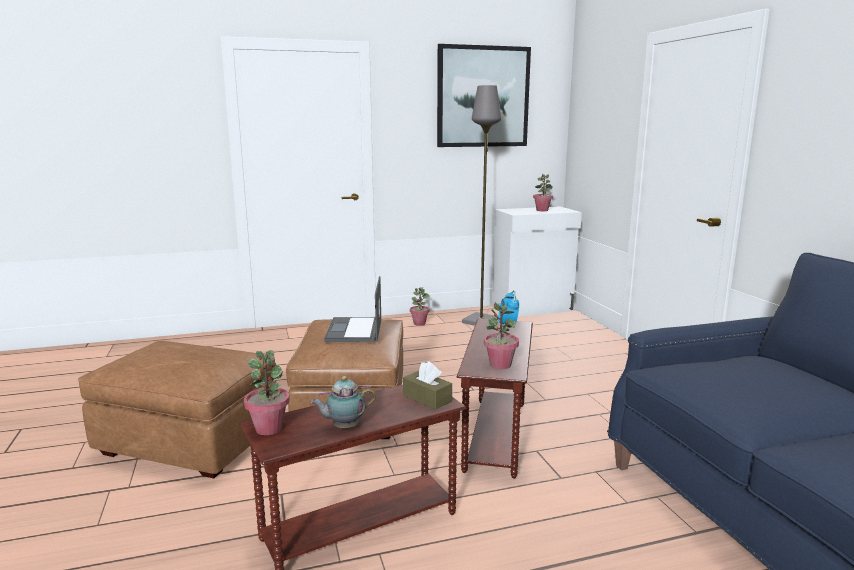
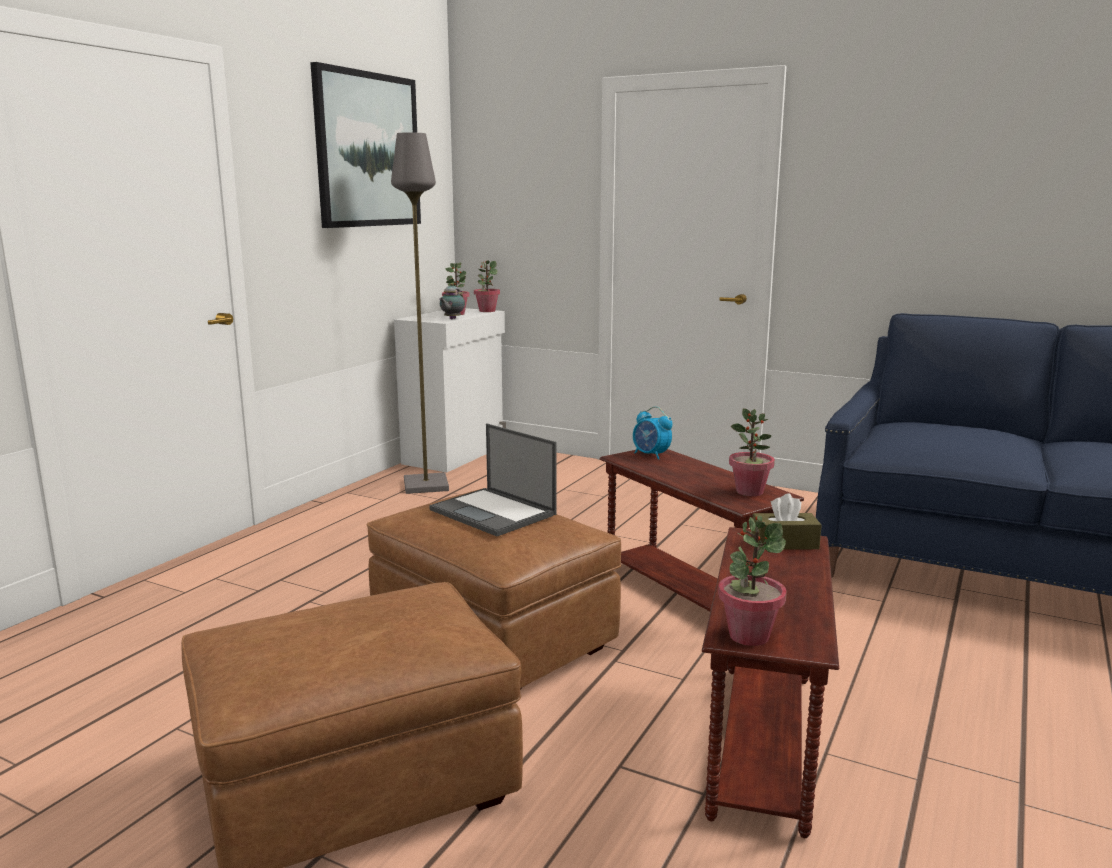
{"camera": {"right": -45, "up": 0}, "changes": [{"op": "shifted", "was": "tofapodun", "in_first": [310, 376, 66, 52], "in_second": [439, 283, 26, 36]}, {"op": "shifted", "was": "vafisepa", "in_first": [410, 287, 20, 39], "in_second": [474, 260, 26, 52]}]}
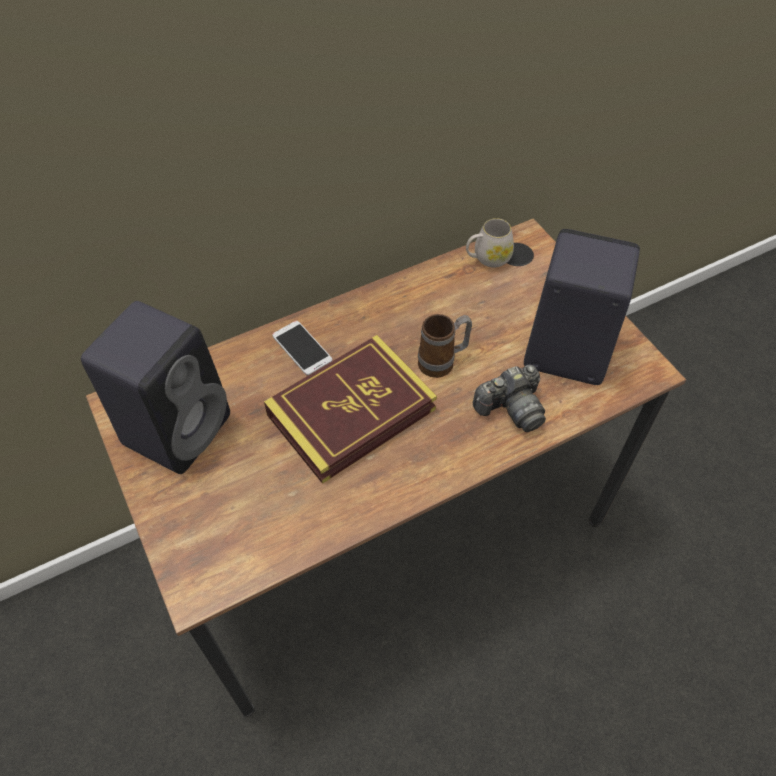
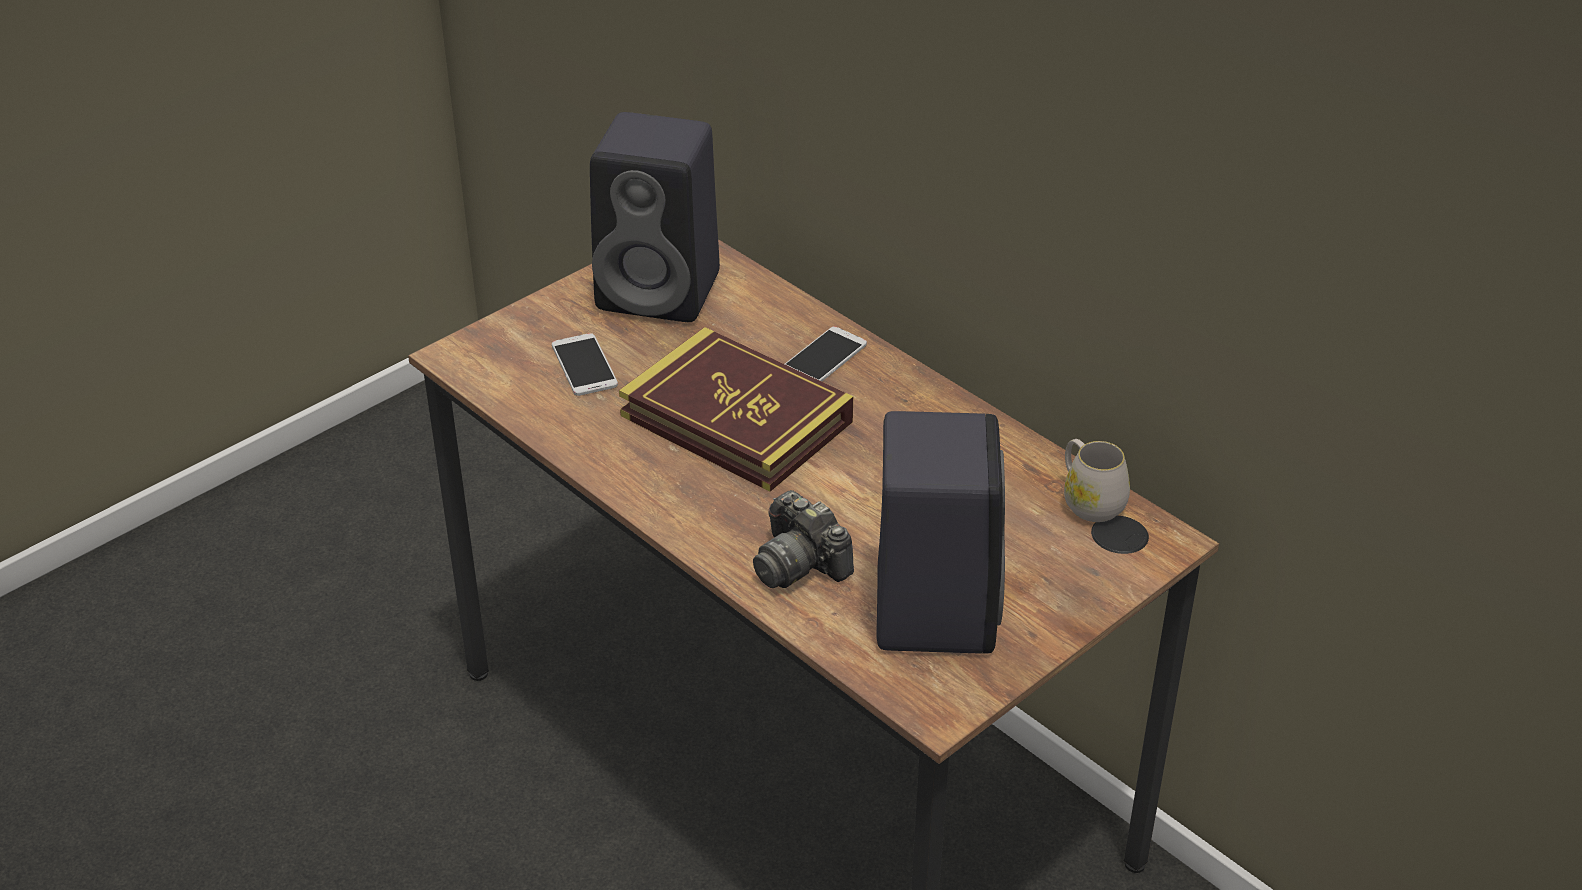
{"camera": {"right": 75, "up": -15}, "changes": [{"op": "gone", "was": "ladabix", "in_first": [418, 314, 54, 64]}, {"op": "new", "now": "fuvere", "in_second": [552, 333, 66, 63]}]}
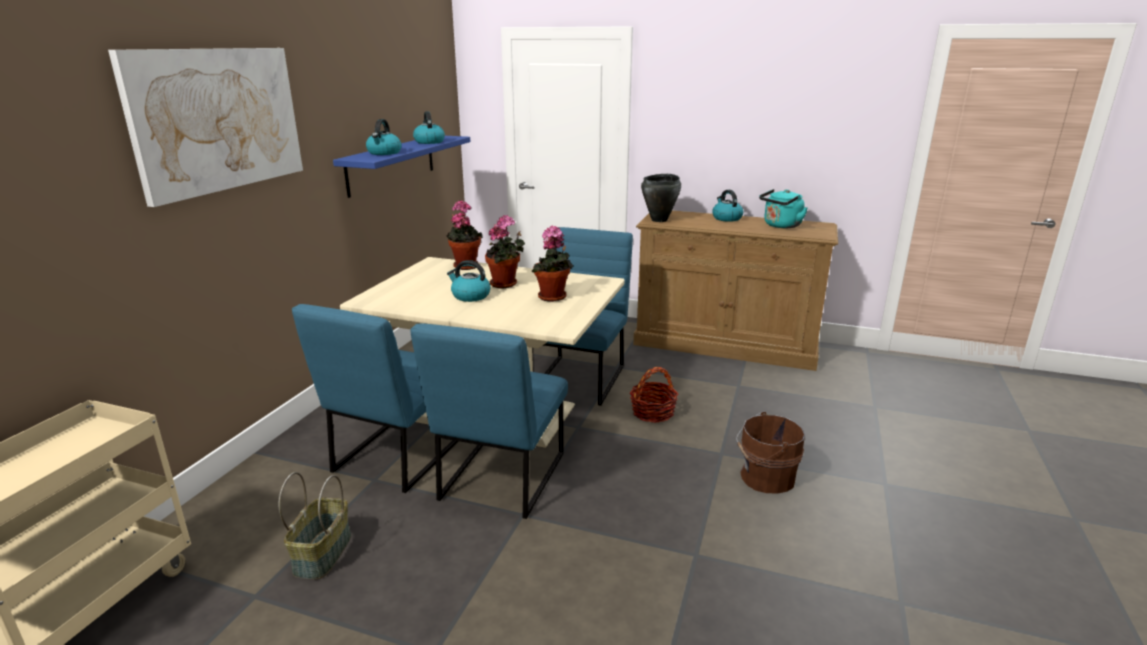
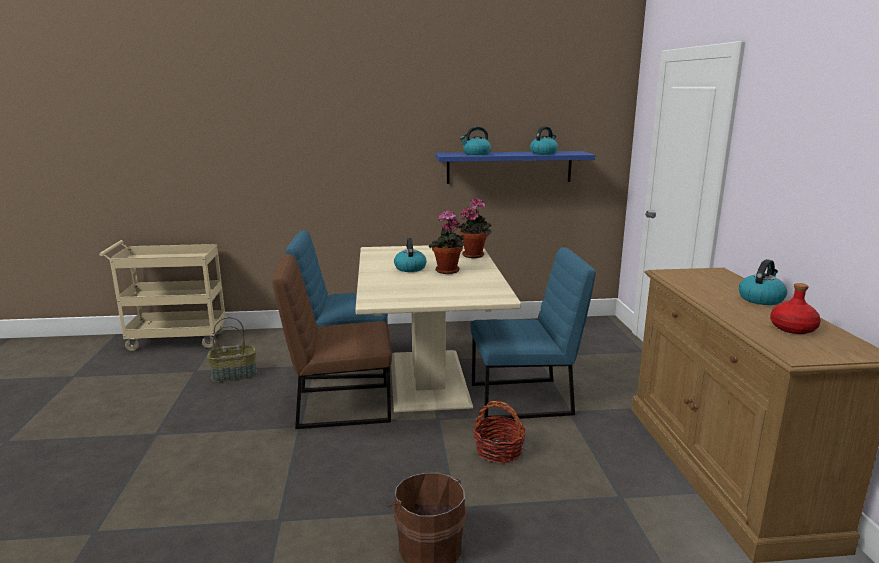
{"camera": {"right": 65, "up": -5}, "changes": [{"op": "gone", "was": "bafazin", "in_first": [108, 48, 195, 159]}, {"op": "gone", "was": "vafisepa", "in_first": [532, 225, 41, 77]}, {"op": "gone", "was": "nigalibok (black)", "in_first": [641, 174, 40, 48]}, {"op": "swapped", "was": "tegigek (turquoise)", "now": "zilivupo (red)", "in_first": [759, 189, 49, 39], "in_second": [770, 283, 51, 51]}, {"op": "repainted", "was": "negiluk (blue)", "now": "negiluk (brown)", "in_first": [410, 323, 158, 196], "in_second": [273, 254, 119, 175]}]}
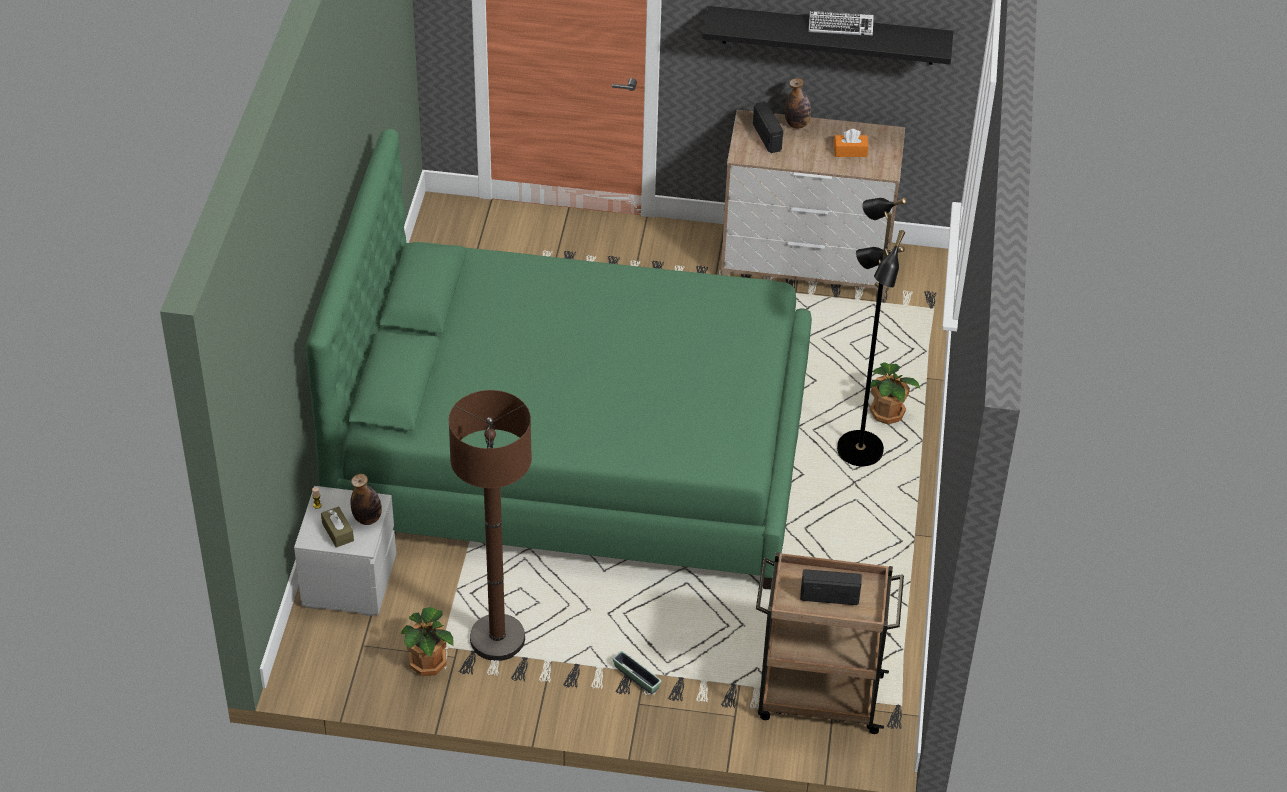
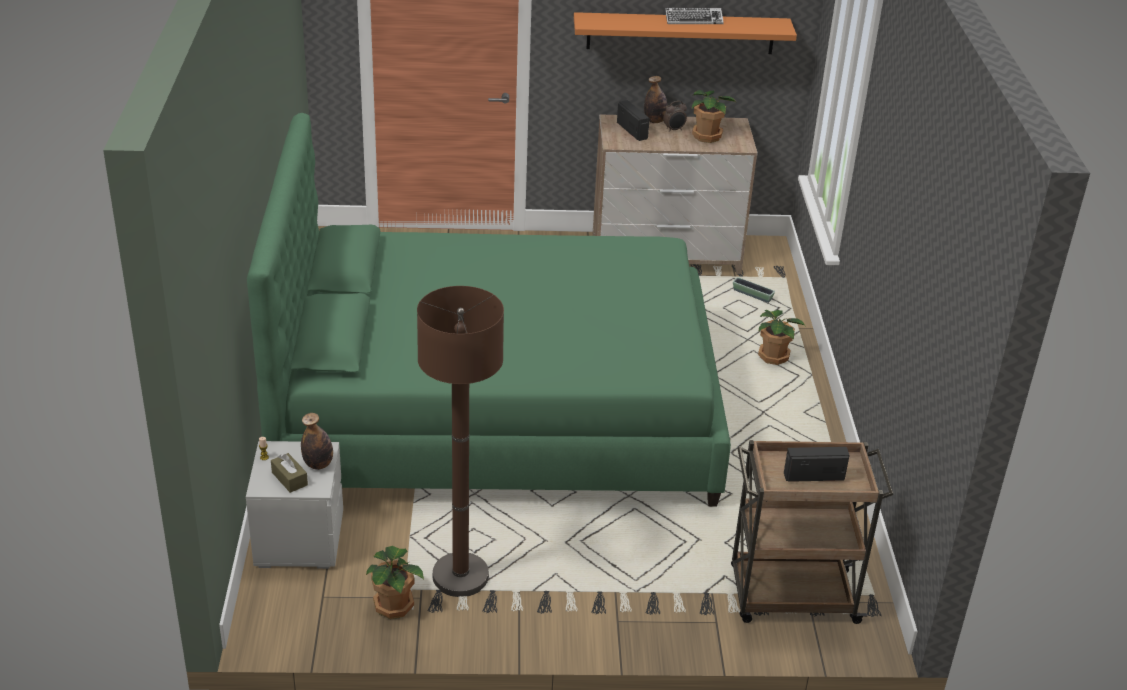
{"camera": {"right": -10, "up": -10}, "changes": [{"op": "gone", "was": "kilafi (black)", "in_first": [837, 198, 70, 268]}, {"op": "new", "now": "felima", "in_second": [663, 101, 24, 31]}, {"op": "shifted", "was": "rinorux", "in_first": [613, 651, 48, 43], "in_second": [733, 277, 42, 26]}, {"op": "swapped", "was": "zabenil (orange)", "now": "vafisepa", "in_first": [834, 129, 35, 28], "in_second": [692, 90, 45, 53]}, {"op": "repainted", "was": "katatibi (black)", "now": "katatibi (orange)", "in_first": [703, 6, 250, 59], "in_second": [574, 12, 223, 42]}]}
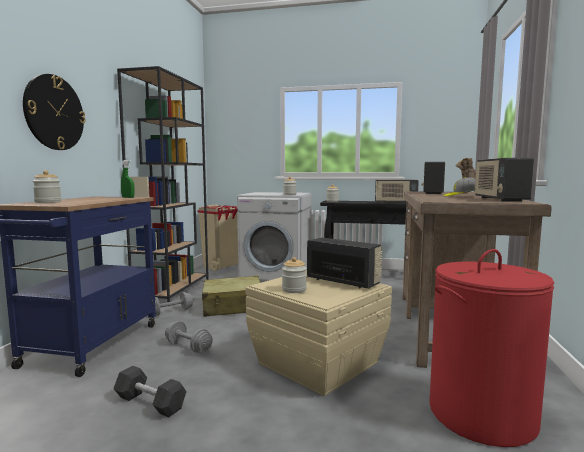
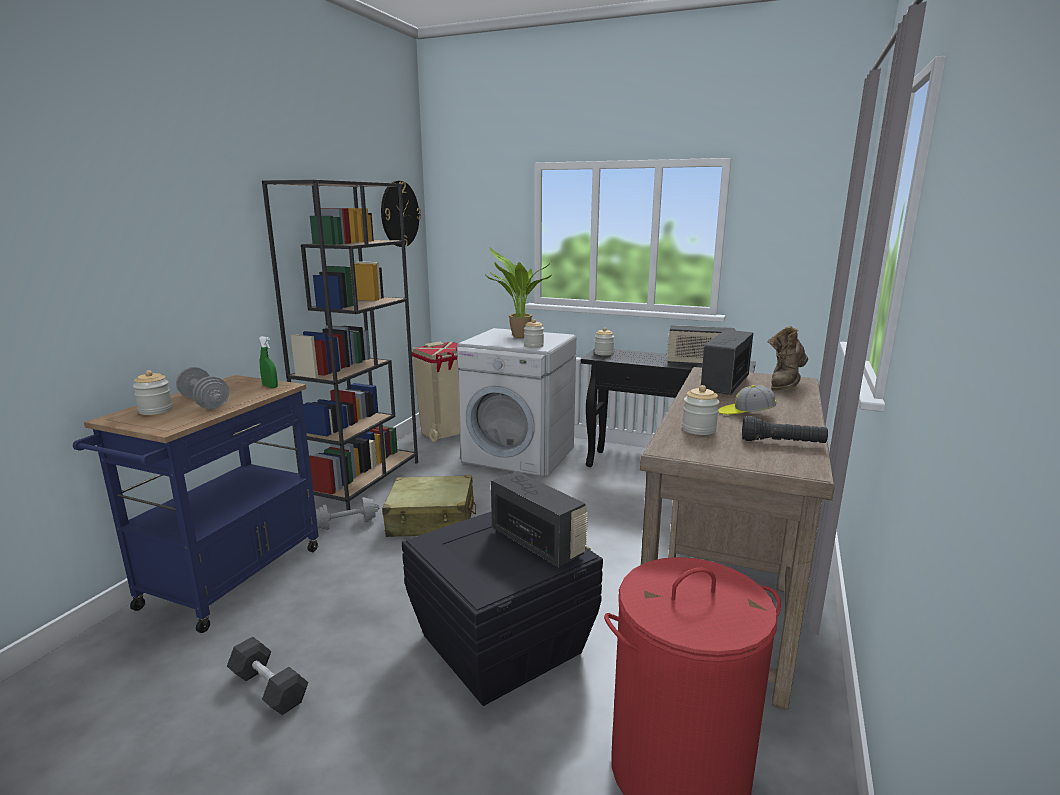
{"camera": {"right": 10, "up": 10}, "changes": [{"op": "new", "now": "vafisepa", "in_second": [485, 247, 67, 91]}, {"op": "shifted", "was": "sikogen", "in_first": [23, 74, 63, 76], "in_second": [381, 181, 40, 66]}, {"op": "shifted", "was": "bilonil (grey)", "in_first": [165, 321, 48, 32], "in_second": [176, 367, 53, 42]}, {"op": "shifted", "was": "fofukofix", "in_first": [282, 257, 25, 36], "in_second": [682, 385, 37, 50]}, {"op": "swapped", "was": "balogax", "now": "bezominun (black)", "in_first": [474, 158, 60, 44], "in_second": [742, 416, 86, 27]}, {"op": "repainted", "was": "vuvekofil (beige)", "now": "vuvekofil (black)", "in_first": [246, 271, 146, 125], "in_second": [402, 512, 201, 194]}]}
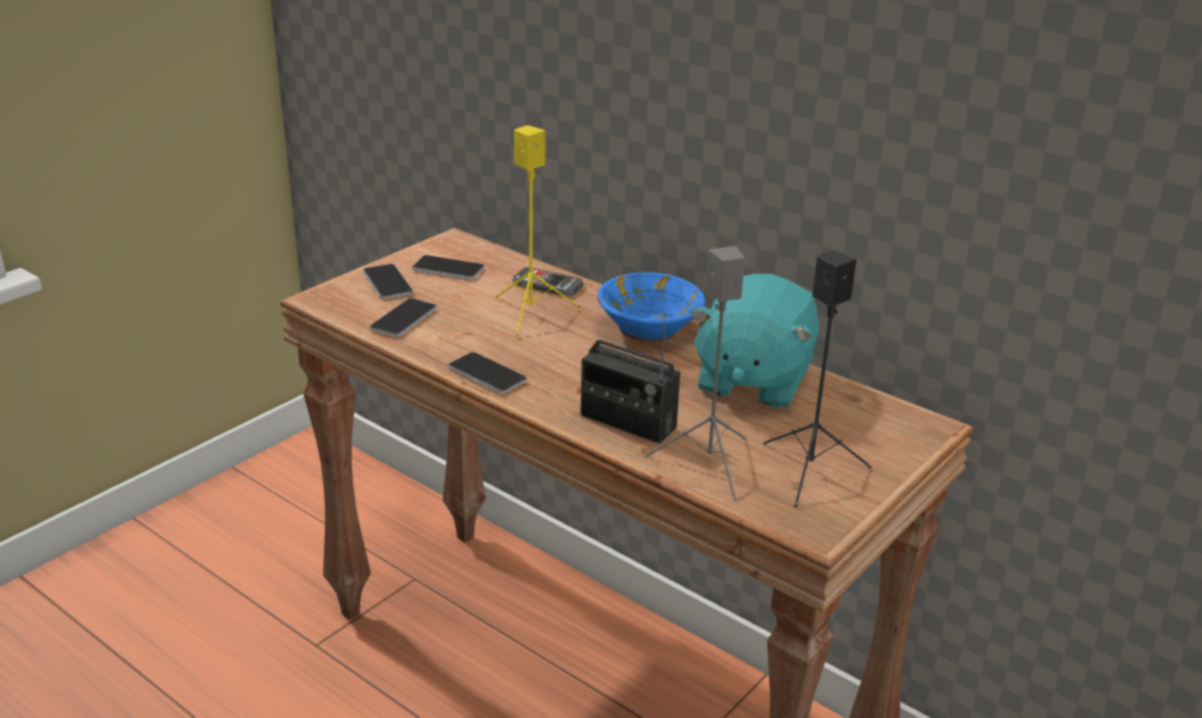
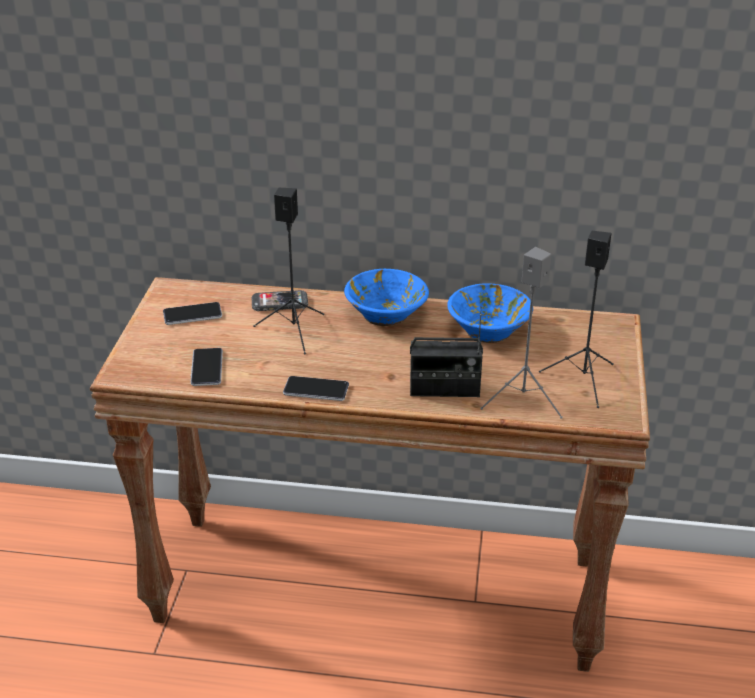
{"camera": {"right": -30, "up": 5}, "changes": [{"op": "gone", "was": "fuvere", "in_first": [363, 264, 50, 35]}, {"op": "swapped", "was": "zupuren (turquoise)", "now": "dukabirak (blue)", "in_first": [690, 274, 129, 135], "in_second": [447, 283, 86, 60]}, {"op": "repainted", "was": "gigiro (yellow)", "now": "gigiro (black)", "in_first": [495, 125, 87, 214], "in_second": [253, 188, 71, 166]}]}
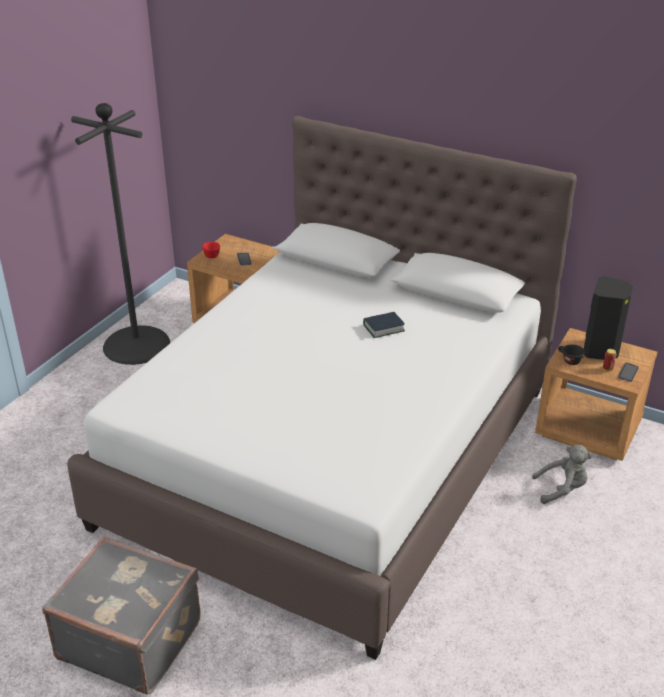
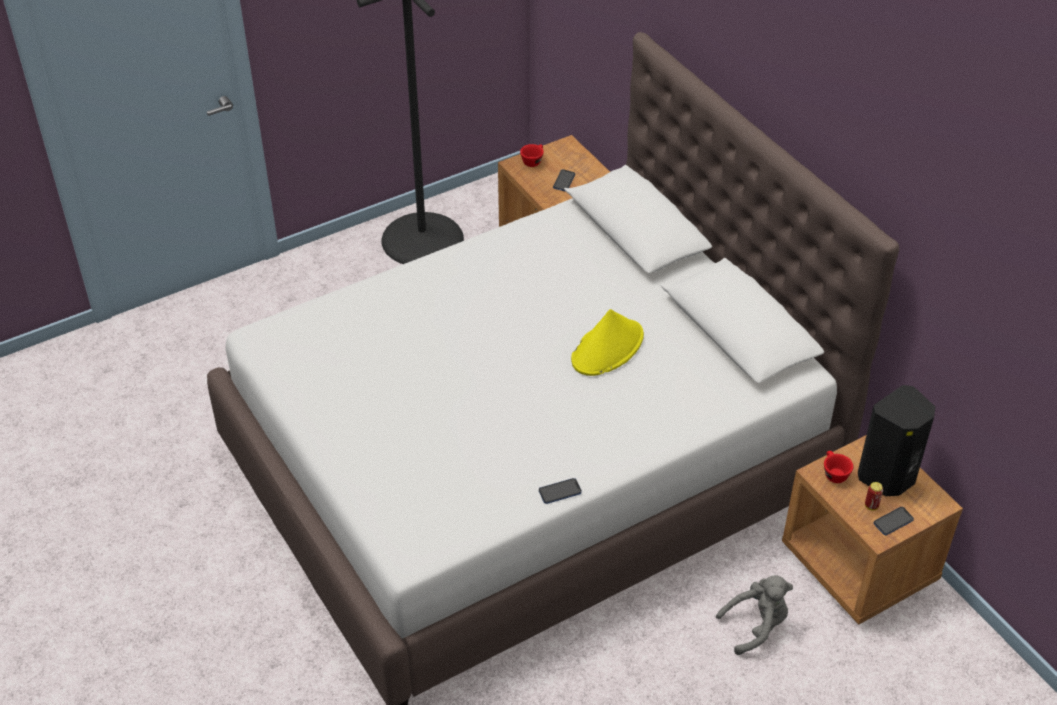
{"camera": {"right": 30, "up": 10}, "changes": [{"op": "gone", "was": "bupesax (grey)", "in_first": [42, 536, 159, 159]}, {"op": "new", "now": "fuvere", "in_second": [539, 478, 43, 26]}, {"op": "swapped", "was": "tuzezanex", "now": "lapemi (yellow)", "in_first": [363, 312, 42, 26], "in_second": [571, 309, 73, 67]}, {"op": "repainted", "was": "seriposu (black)", "now": "seriposu (red)", "in_first": [558, 344, 27, 21], "in_second": [824, 451, 29, 32]}, {"op": "rotated", "was": "zupuren (grey)", "in_first": [532, 445, 60, 59], "in_second": [716, 575, 77, 80], "clockwise": -45}]}
